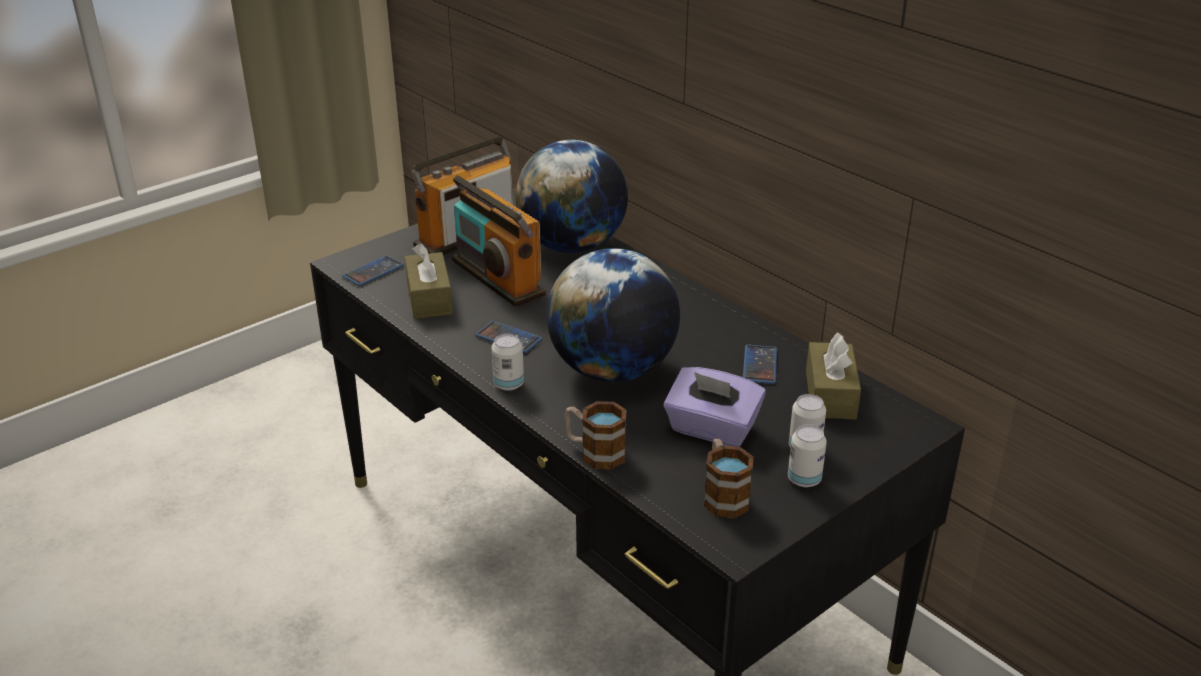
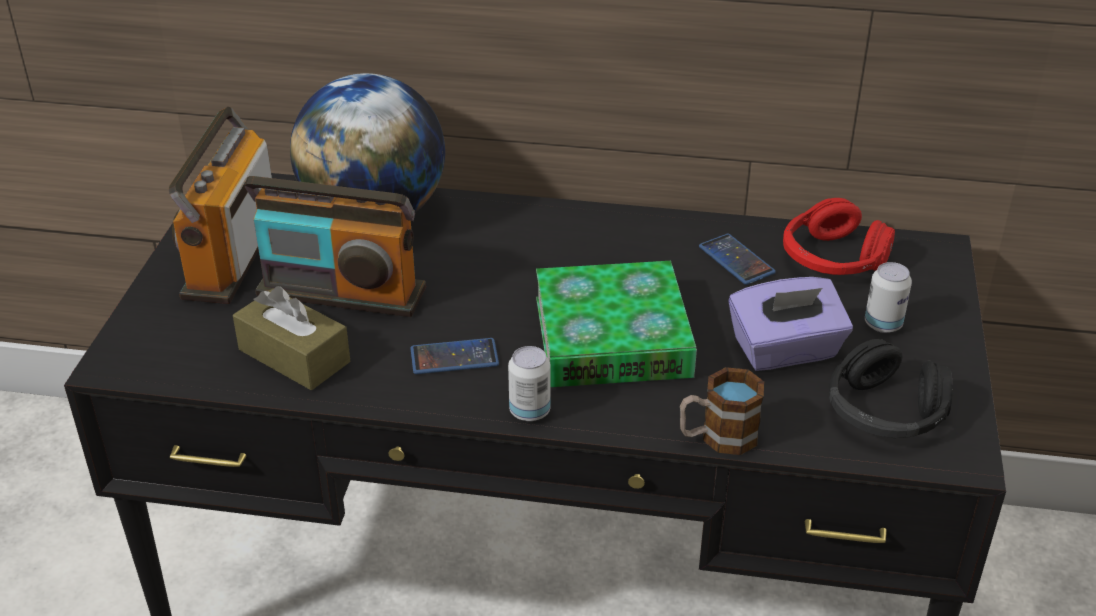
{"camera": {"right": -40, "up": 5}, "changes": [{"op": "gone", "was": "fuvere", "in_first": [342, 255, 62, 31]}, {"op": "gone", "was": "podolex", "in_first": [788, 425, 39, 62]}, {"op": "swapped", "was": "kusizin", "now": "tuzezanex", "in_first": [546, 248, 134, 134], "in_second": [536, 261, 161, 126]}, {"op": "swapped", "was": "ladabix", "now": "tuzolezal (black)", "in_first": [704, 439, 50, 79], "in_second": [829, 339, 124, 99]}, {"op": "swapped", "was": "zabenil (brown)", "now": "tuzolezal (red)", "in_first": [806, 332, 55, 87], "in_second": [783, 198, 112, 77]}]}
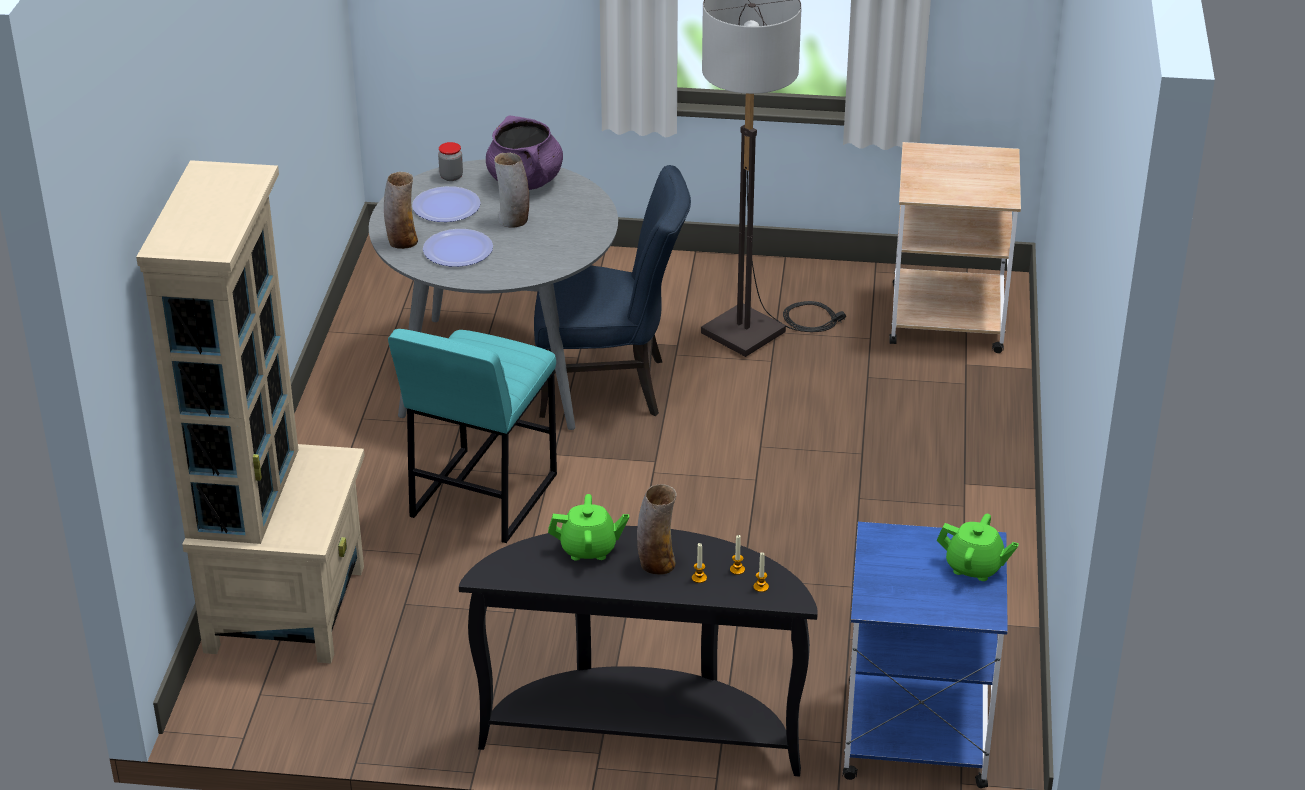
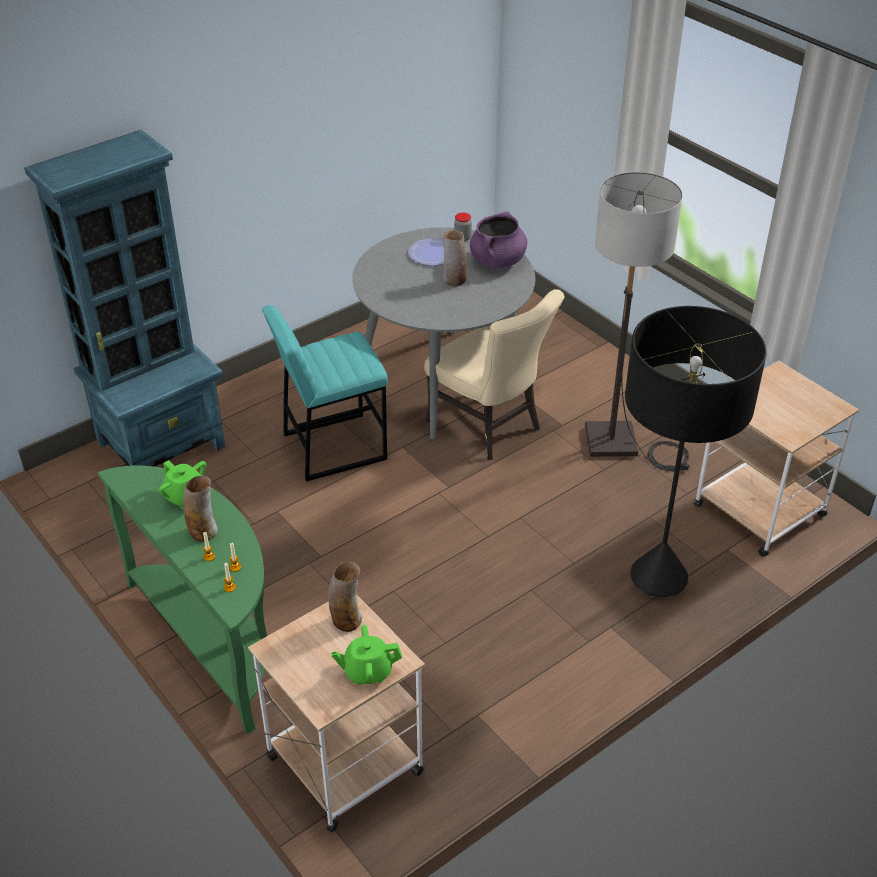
{"camera": {"right": 45, "up": 5}, "changes": [{"op": "gone", "was": "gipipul", "in_first": [423, 229, 70, 38]}, {"op": "new", "now": "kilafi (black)", "in_second": [625, 306, 142, 291]}, {"op": "shifted", "was": "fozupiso", "in_first": [384, 172, 34, 77], "in_second": [329, 562, 33, 70]}, {"op": "repainted", "was": "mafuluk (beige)", "now": "mafuluk (blue)", "in_first": [136, 160, 229, 504], "in_second": [24, 130, 201, 337]}, {"op": "repainted", "was": "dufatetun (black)", "now": "dufatetun (green)", "in_first": [459, 526, 359, 250], "in_second": [98, 465, 169, 269]}, {"op": "repainted", "was": "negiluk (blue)", "now": "negiluk (beige)", "in_first": [534, 165, 157, 253], "in_second": [424, 289, 141, 171]}, {"op": "repainted", "was": "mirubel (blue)", "now": "mirubel (beige)", "in_first": [843, 522, 165, 266], "in_second": [248, 595, 177, 237]}, {"op": "rotated", "was": "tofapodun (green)", "in_first": [937, 514, 82, 67], "in_second": [331, 625, 71, 60], "clockwise": 105}]}
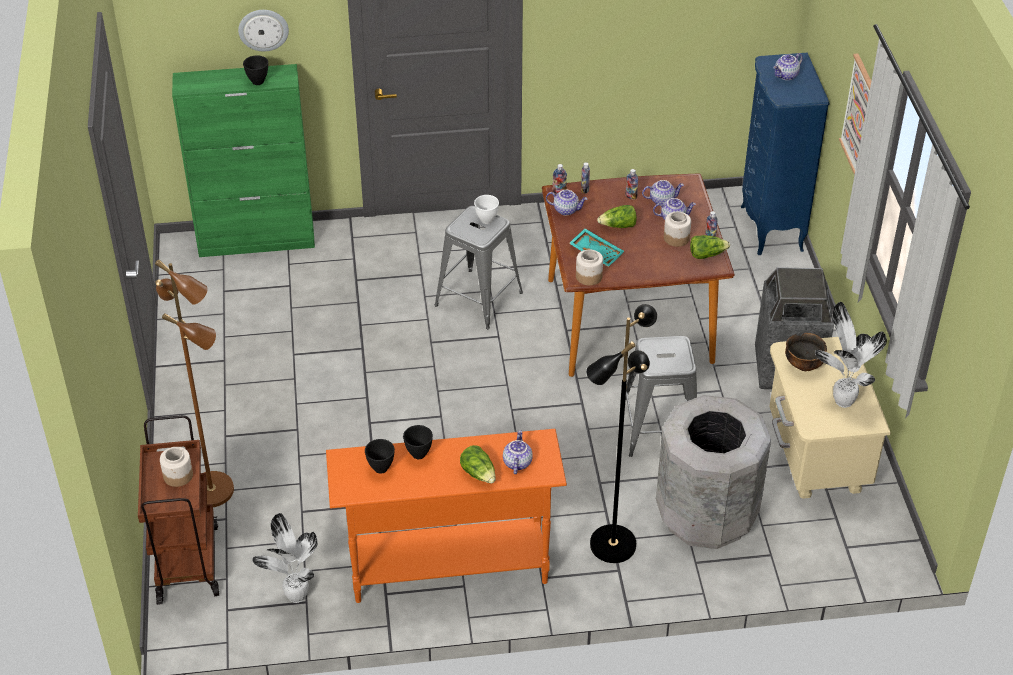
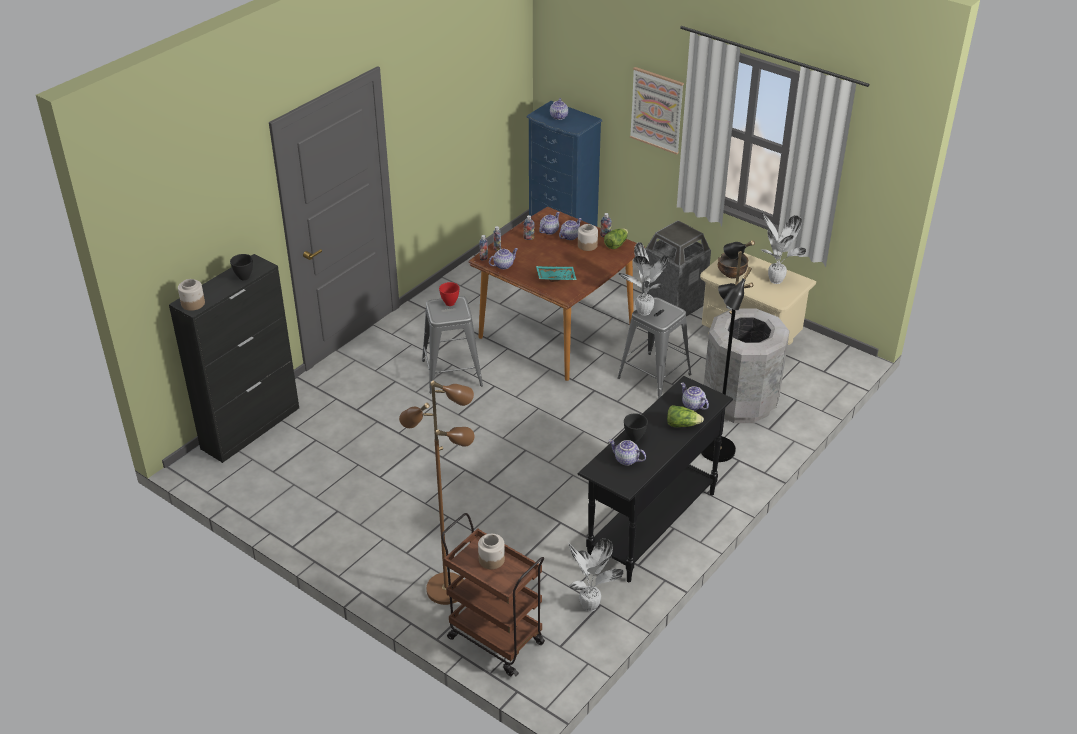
{"camera": {"right": -45, "up": -5}, "changes": [{"op": "gone", "was": "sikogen", "in_first": [238, 10, 51, 41]}, {"op": "gone", "was": "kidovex", "in_first": [597, 205, 40, 23]}, {"op": "new", "now": "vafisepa", "in_second": [619, 242, 49, 74]}, {"op": "shifted", "was": "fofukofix", "in_first": [576, 249, 27, 37], "in_second": [178, 279, 27, 32]}, {"op": "swapped", "was": "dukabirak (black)", "now": "tofapodun", "in_first": [365, 439, 30, 35], "in_second": [609, 439, 37, 27]}, {"op": "repainted", "was": "mafuluk (green)", "now": "mafuluk (black)", "in_first": [172, 64, 143, 193], "in_second": [169, 254, 130, 209]}, {"op": "repainted", "was": "dufatetun (orange)", "now": "dufatetun (black)", "in_first": [326, 429, 241, 174], "in_second": [578, 376, 155, 206]}, {"op": "repainted", "was": "dukabirak (white)", "now": "dukabirak (red)", "in_first": [474, 195, 25, 29], "in_second": [439, 282, 21, 24]}]}
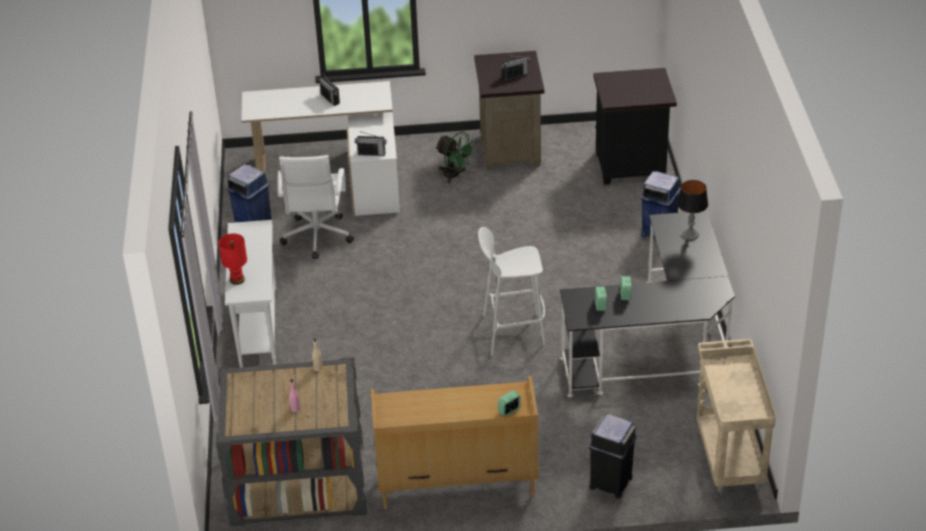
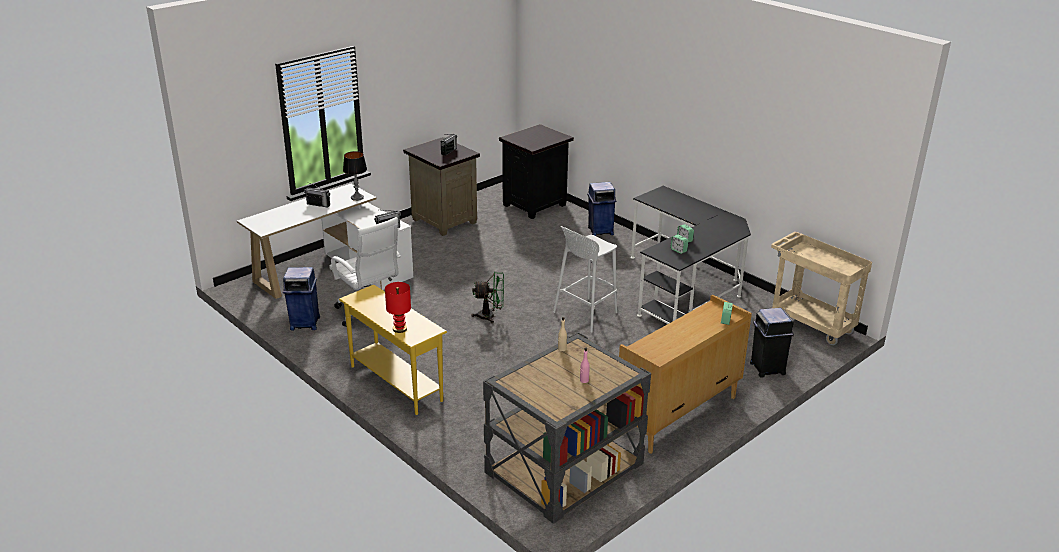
{"camera": {"right": -40, "up": -10}, "changes": [{"op": "shifted", "was": "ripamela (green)", "in_first": [435, 132, 41, 51], "in_second": [471, 272, 33, 51]}, {"op": "shifted", "was": "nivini", "in_first": [677, 180, 31, 60], "in_second": [343, 151, 24, 50]}, {"op": "repainted", "was": "dufatetun (white)", "now": "dufatetun (yellow)", "in_first": [225, 220, 52, 147], "in_second": [339, 285, 108, 130]}]}
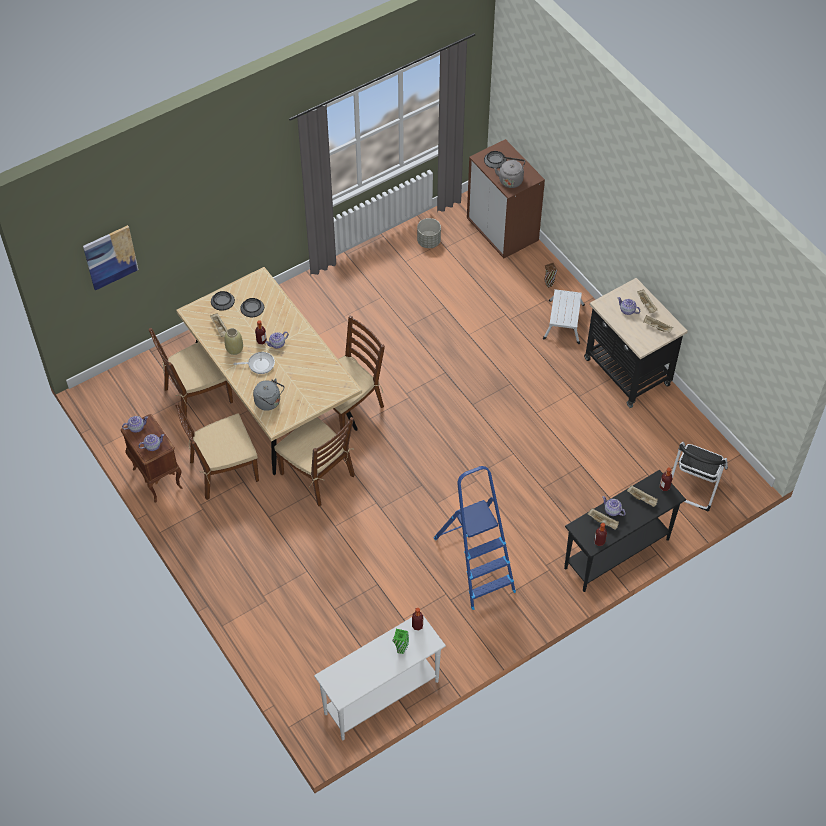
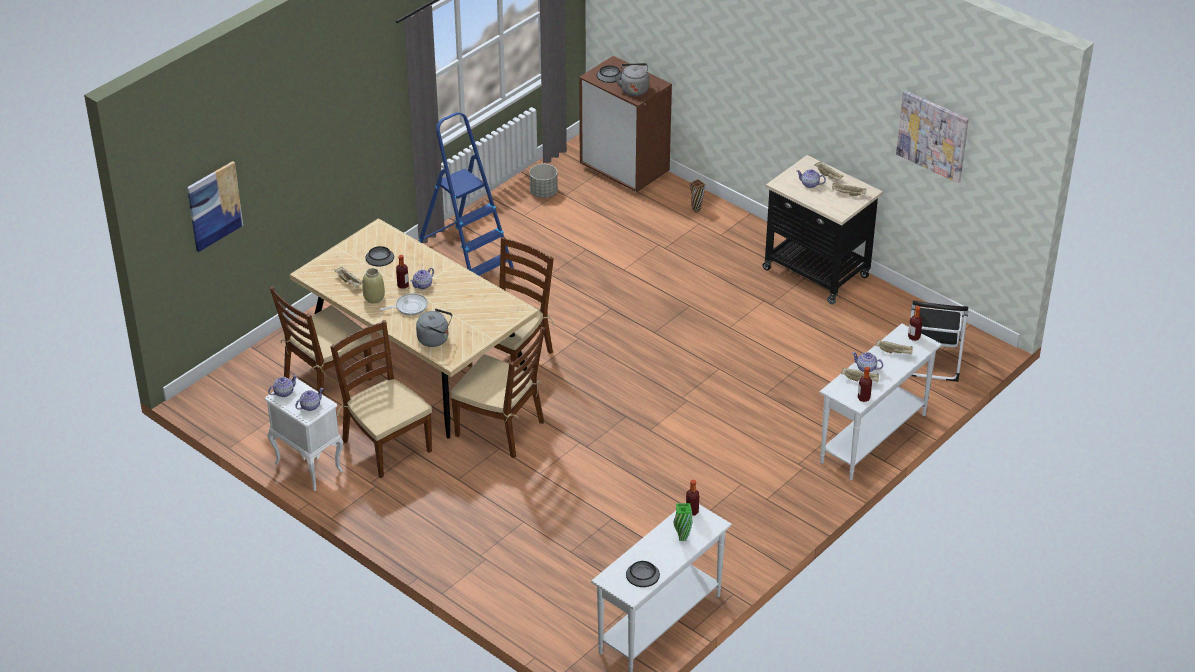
{"camera": {"right": -15, "up": -15}, "changes": [{"op": "gone", "was": "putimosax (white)", "in_first": [543, 289, 42, 55]}, {"op": "new", "now": "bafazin", "in_second": [896, 90, 73, 93]}, {"op": "shifted", "was": "dukabirak", "in_first": [211, 291, 24, 20], "in_second": [626, 561, 34, 26]}, {"op": "shifted", "was": "putimosax (blue)", "in_first": [434, 466, 82, 144], "in_second": [419, 112, 95, 164]}, {"op": "repainted", "was": "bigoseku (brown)", "now": "bigoseku (white)", "in_first": [121, 414, 61, 89], "in_second": [265, 378, 78, 113]}, {"op": "repainted", "was": "dufatetun (black)", "now": "dufatetun (white)", "in_first": [564, 470, 122, 122], "in_second": [819, 323, 123, 157]}, {"op": "rotated", "was": "negiluk (brown)", "in_first": [175, 402, 84, 98], "in_second": [330, 320, 102, 158], "clockwise": 90}]}
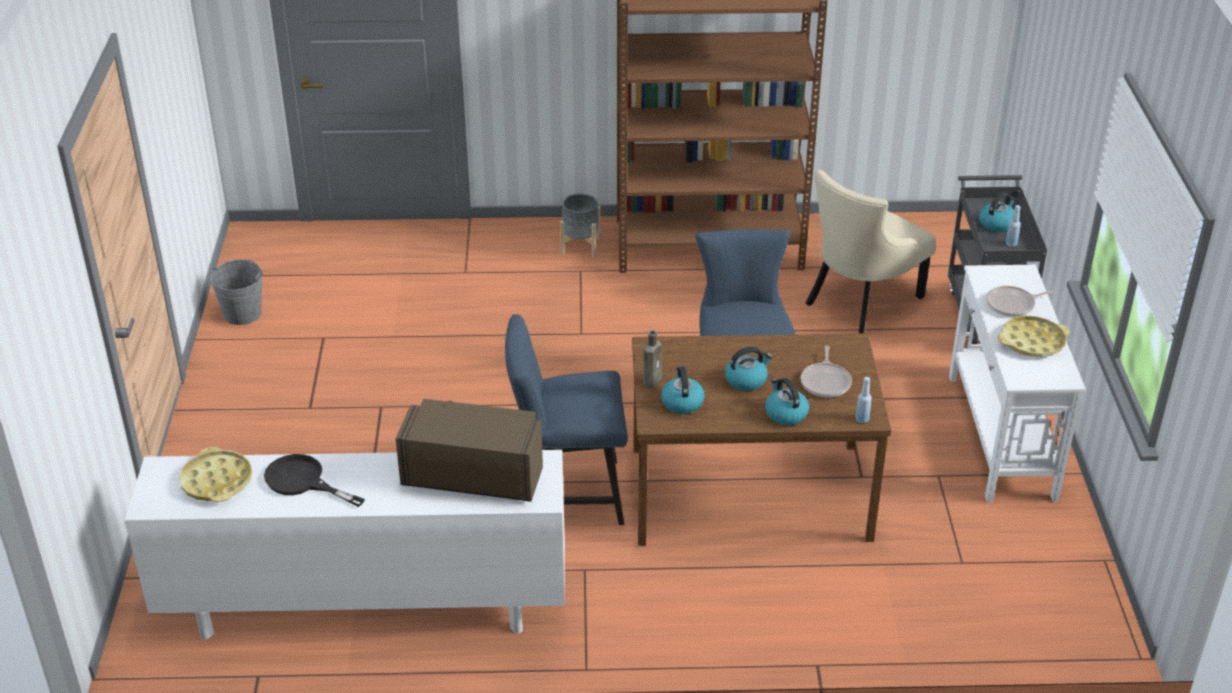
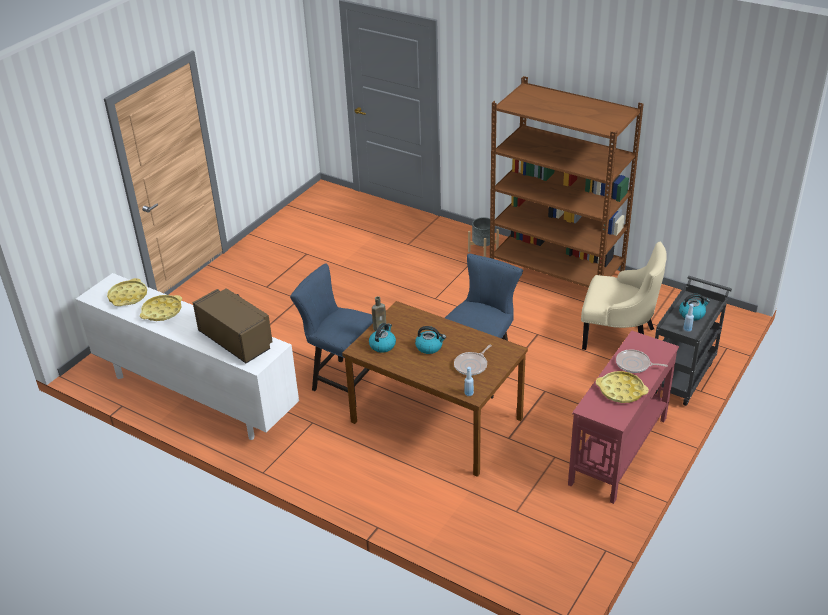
{"camera": {"right": 35, "up": 0}, "changes": [{"op": "gone", "was": "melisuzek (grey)", "in_first": [210, 260, 52, 65]}, {"op": "gone", "was": "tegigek", "in_first": [765, 378, 44, 48]}, {"op": "swapped", "was": "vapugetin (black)", "now": "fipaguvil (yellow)", "in_first": [264, 454, 101, 53], "in_second": [140, 295, 42, 26]}, {"op": "repainted", "was": "dufatetun (white)", "now": "dufatetun (red)", "in_first": [949, 265, 137, 238], "in_second": [568, 331, 111, 173]}, {"op": "rotated", "was": "negiluk (beige)", "in_first": [806, 170, 130, 163], "in_second": [581, 242, 86, 108], "clockwise": -150}]}
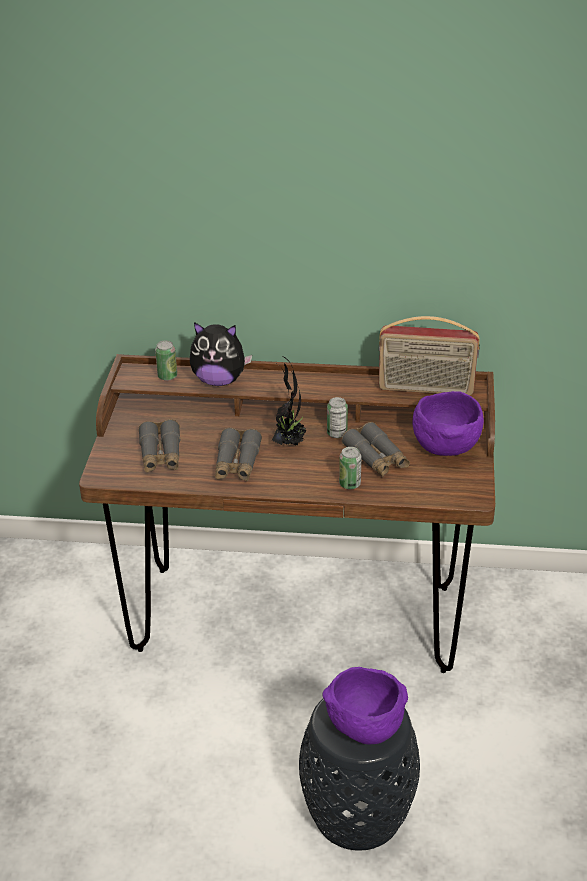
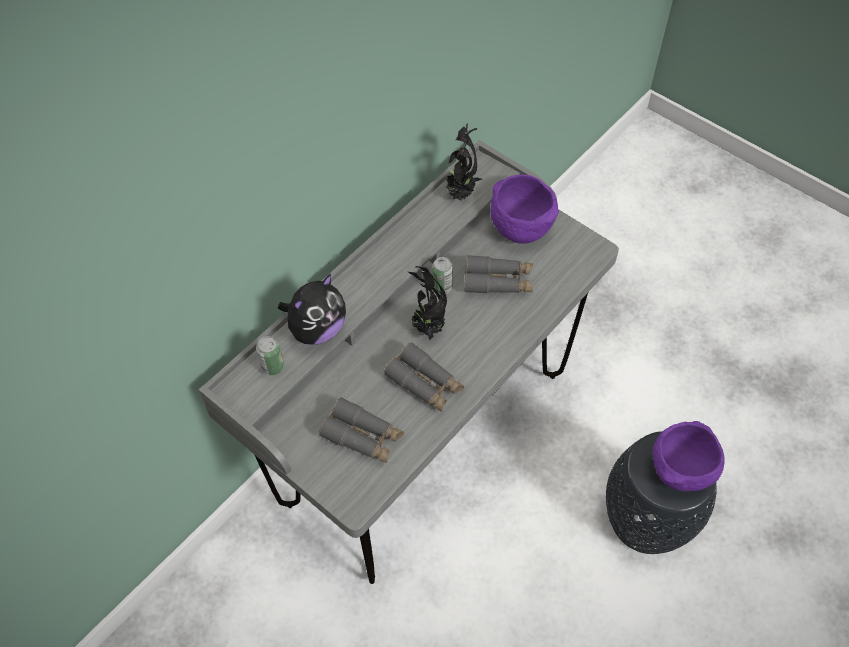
{"camera": {"right": -55, "up": 20}, "changes": [{"op": "gone", "was": "podolex", "in_first": [339, 447, 23, 42]}, {"op": "swapped", "was": "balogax", "now": "vafisepa", "in_first": [378, 316, 102, 80], "in_second": [446, 123, 36, 78]}, {"op": "repainted", "was": "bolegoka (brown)", "now": "bolegoka (grey)", "in_first": [79, 354, 416, 319], "in_second": [199, 140, 420, 444]}]}
